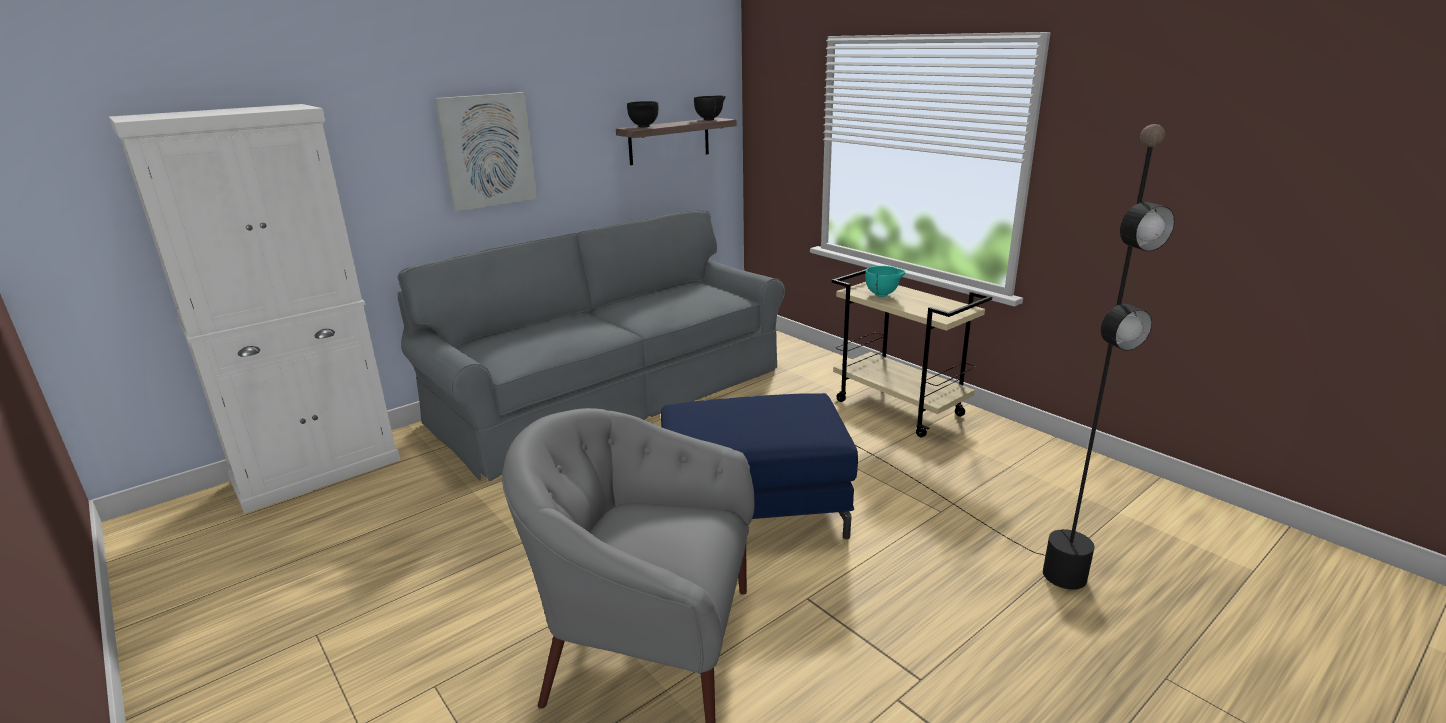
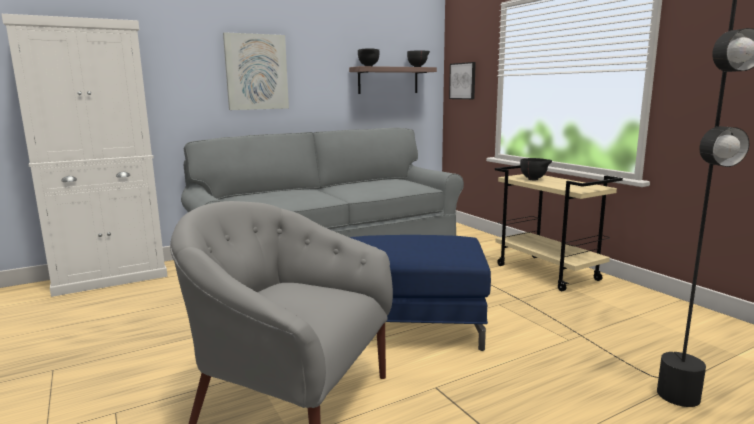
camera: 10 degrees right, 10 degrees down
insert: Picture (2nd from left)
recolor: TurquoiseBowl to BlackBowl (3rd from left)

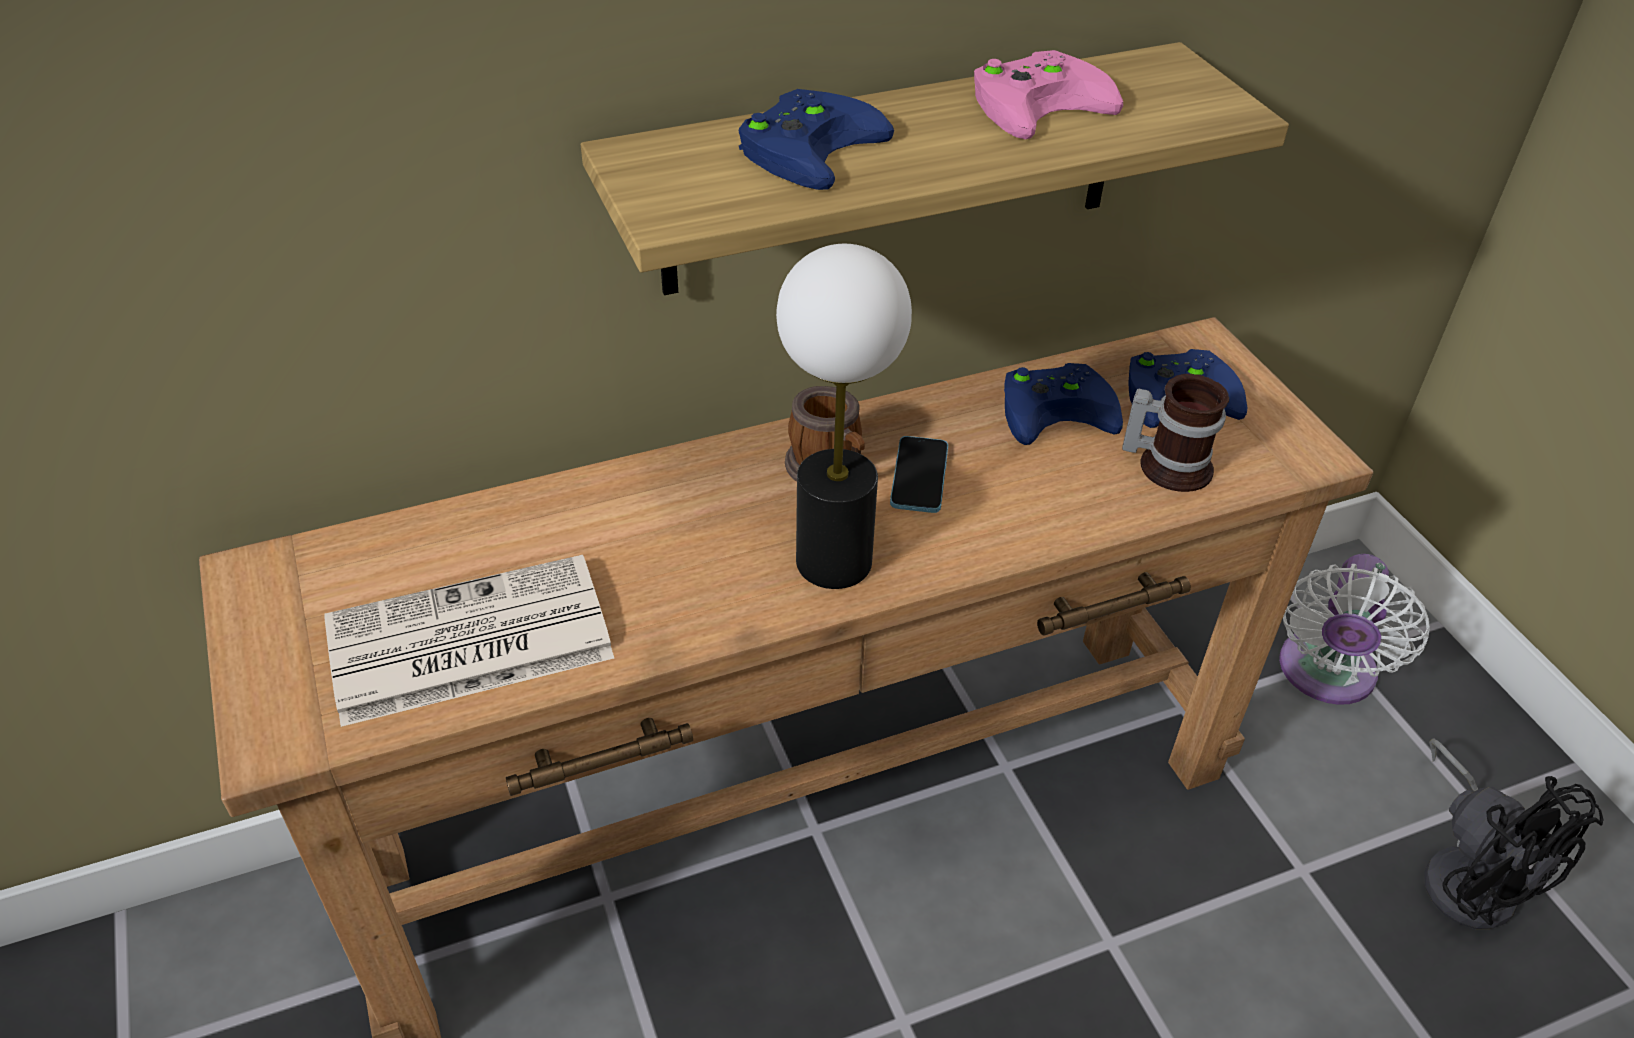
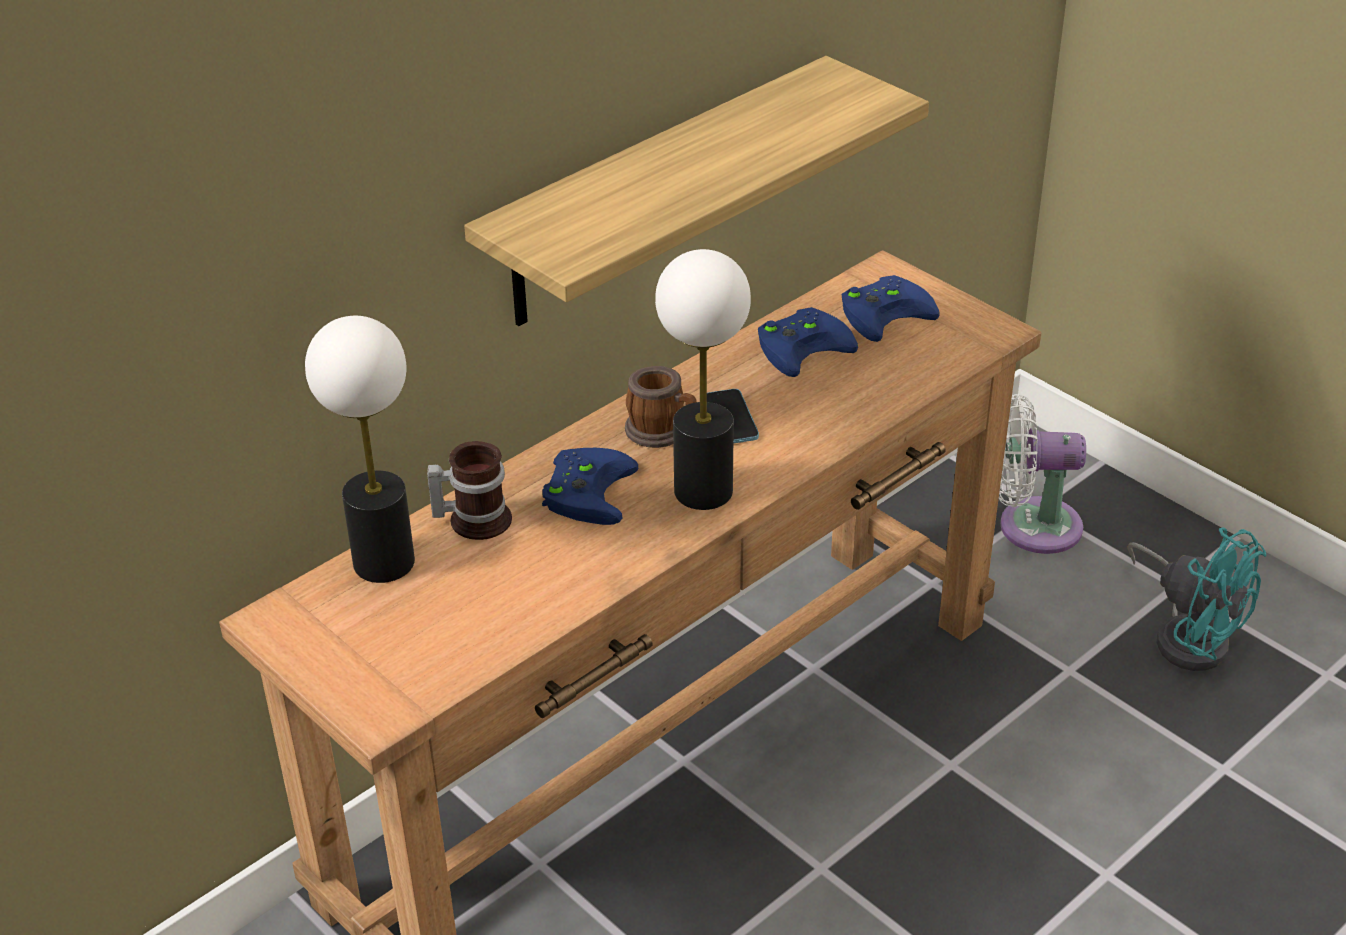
camera: 20 degrees left, 5 degrees down
delete: Newspaper; PinkGameController
insert: TableLamp (1st from left)
move: BlueGameController (1st from left); Mug (2nd from left in the first image) to Mug (1st from left)
recolor: BlackFan to TurquoiseFan
rotate: WhiteFan 90 degrees clockwise

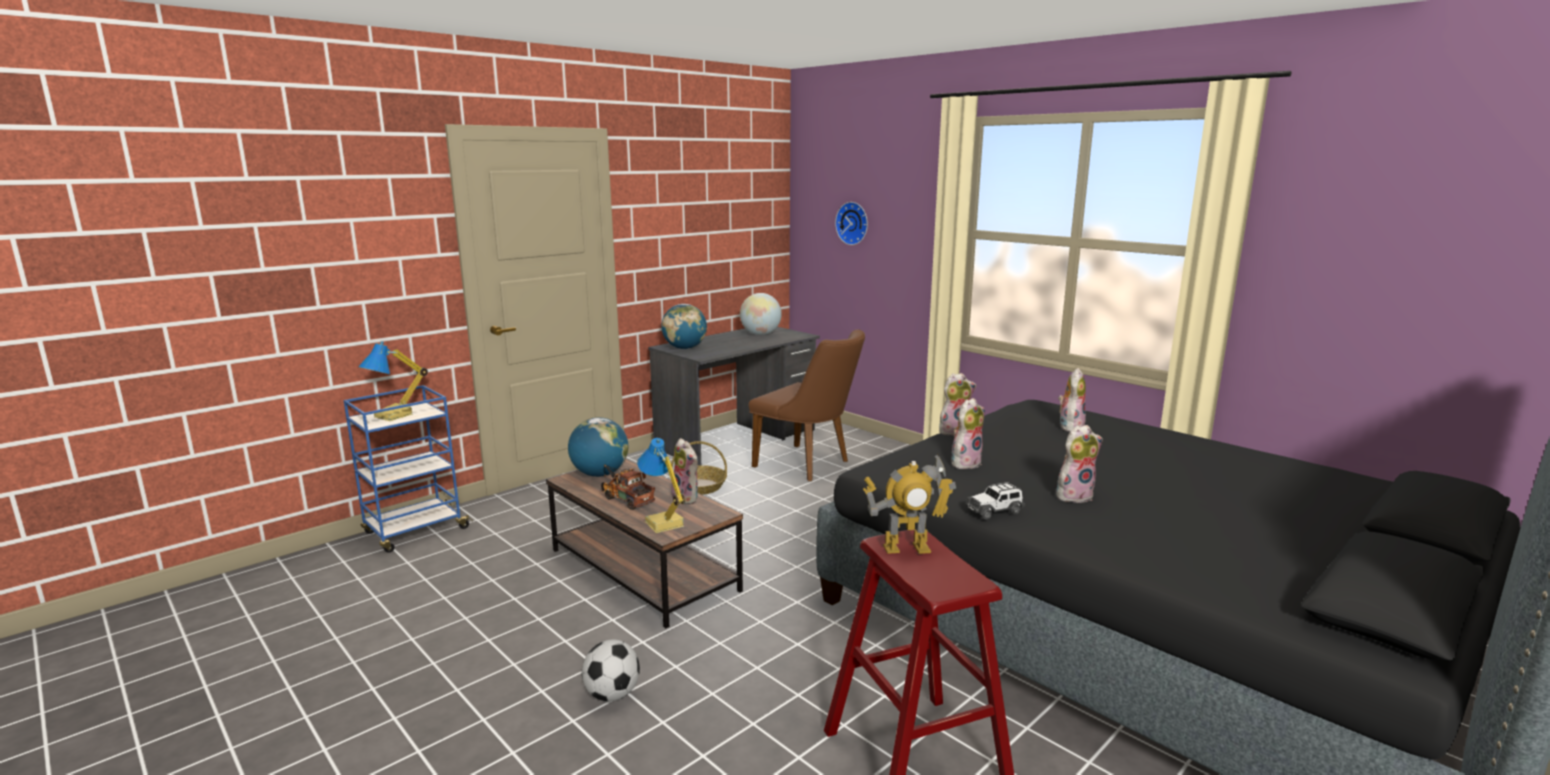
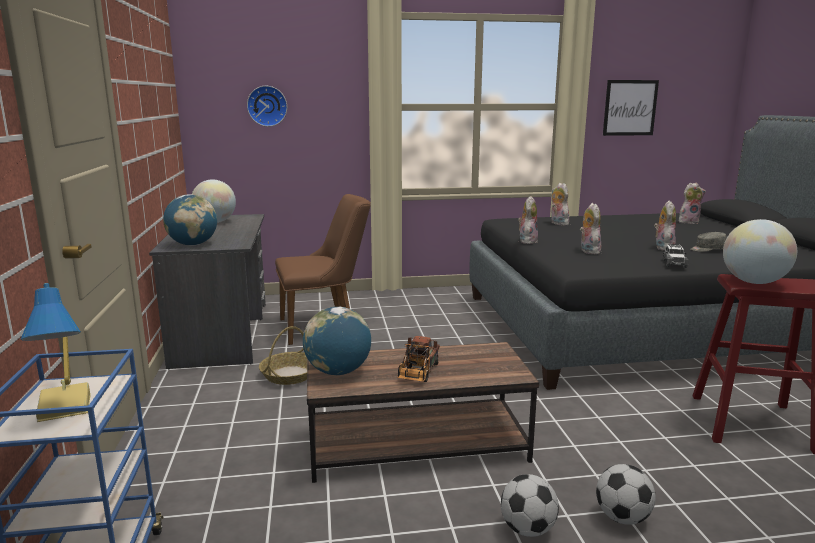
camera: 55 degrees left, 0 degrees up
delete: TableLamp (2nd from left)
insert: Football (1st from left); Picture; GreyCap
move: PlushToy (1st from left in the first image) to PlushToy (5th from left)
replace: ToyRobot to Globe (4th from left)
rotate: ToyTruck 60 degrees counterclockwise

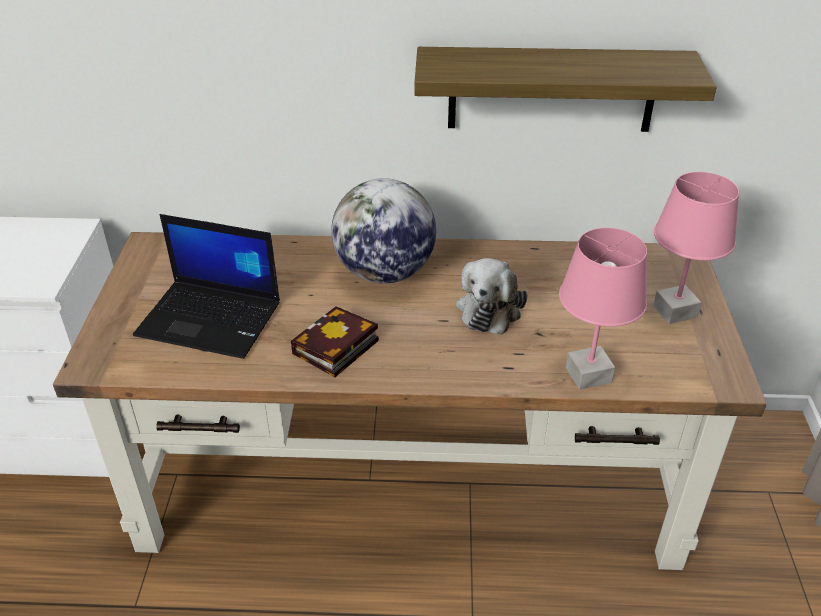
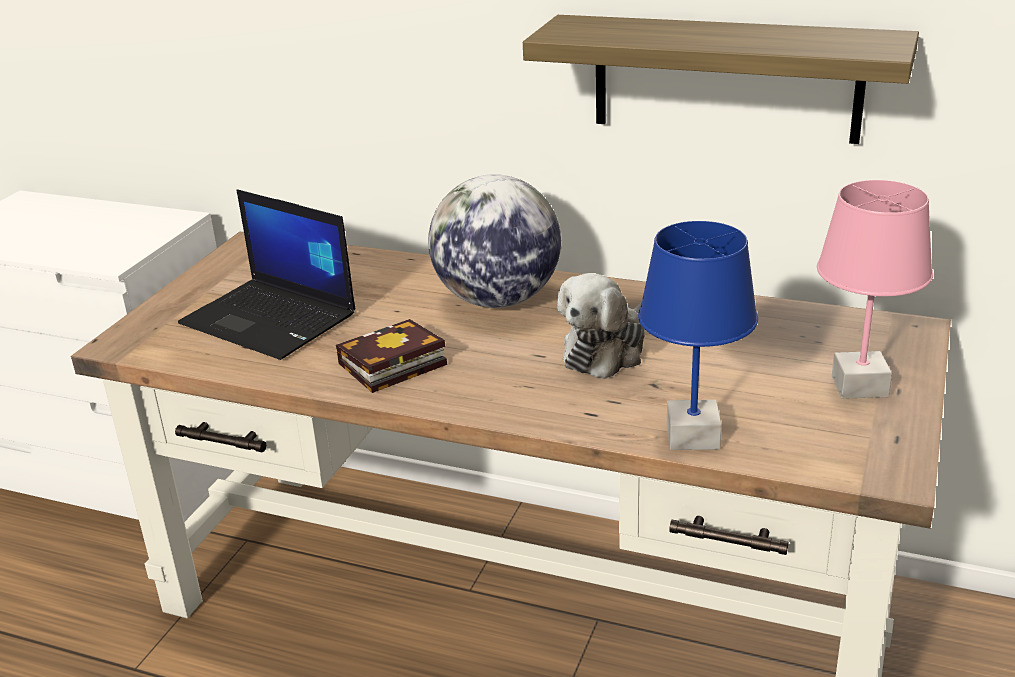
camera: 20 degrees right, 10 degrees down
recolor: PinkTableLamp (1st from left) to BlueTableLamp

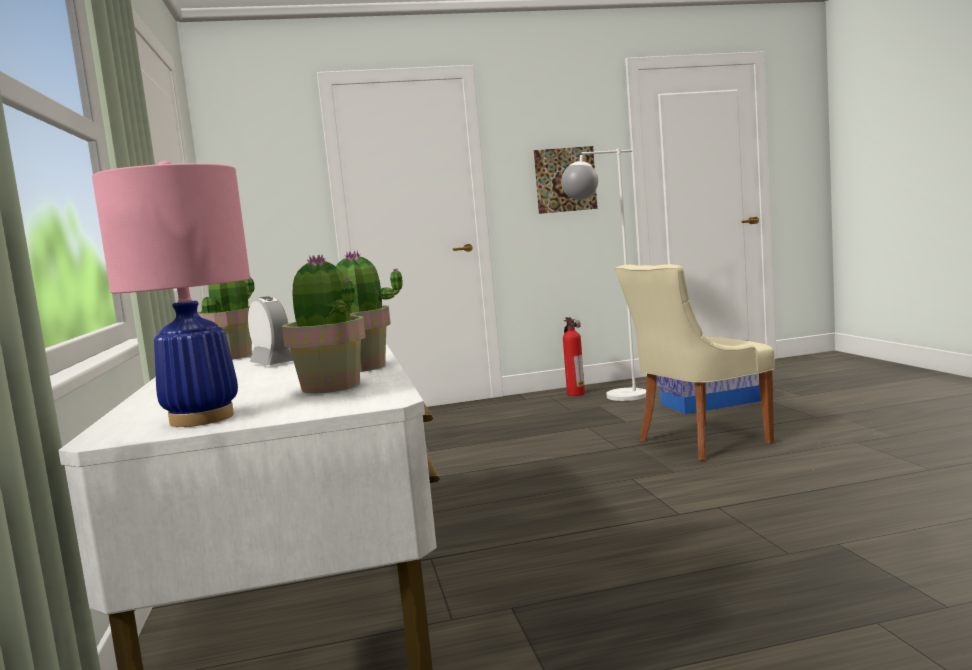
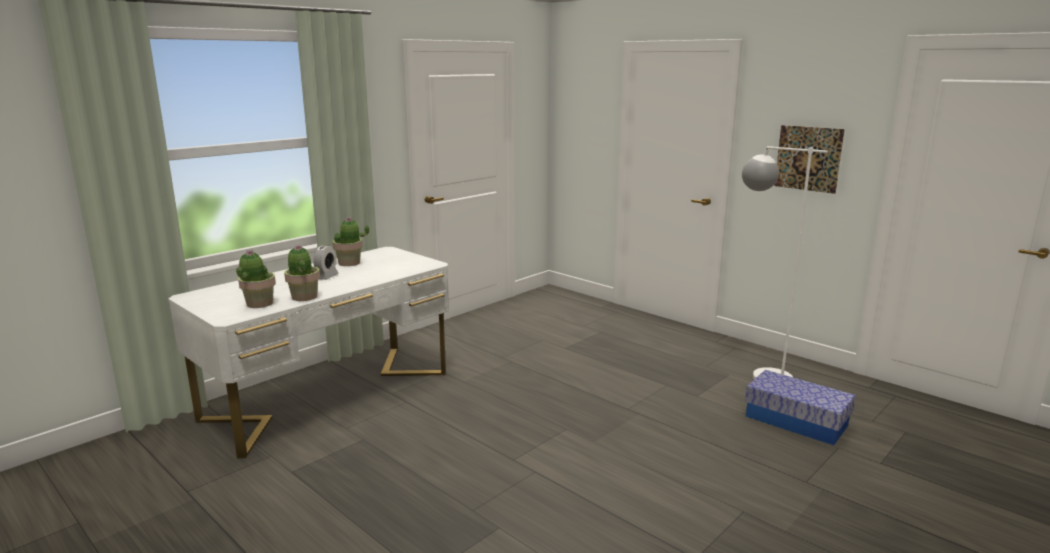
camera: 55 degrees right, 10 degrees up
delete: PinkTableLamp; FireExtinguisher; BeigeChair

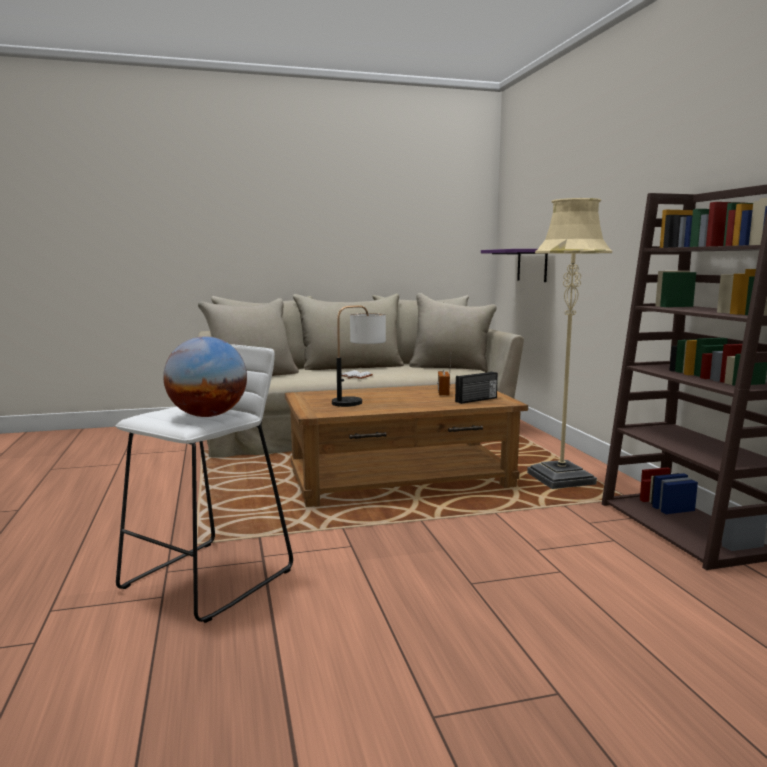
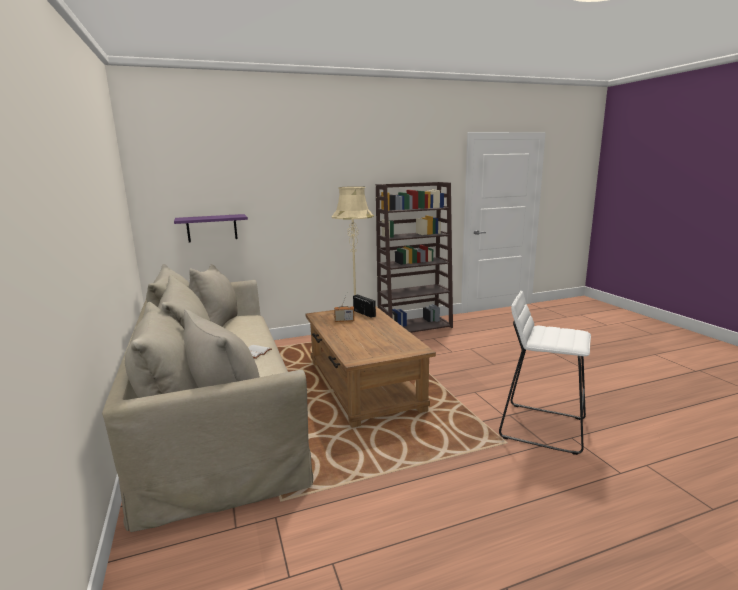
camera: 95 degrees left, 5 degrees up
delete: Globe; TableLamp

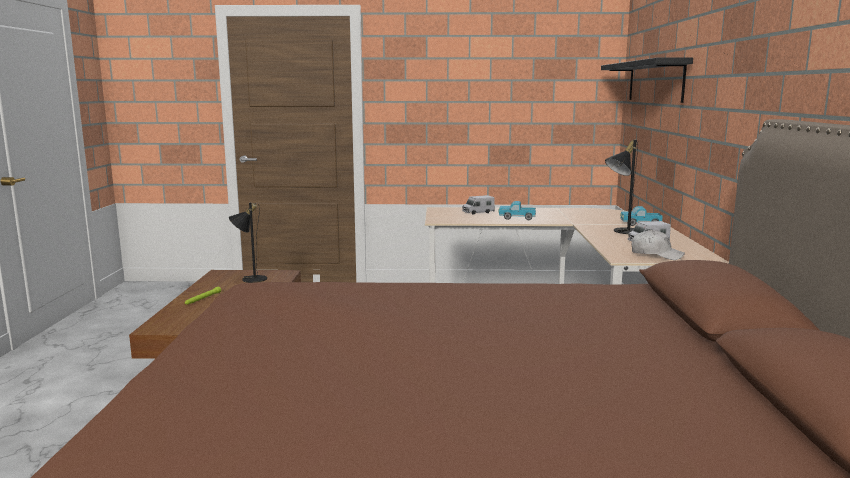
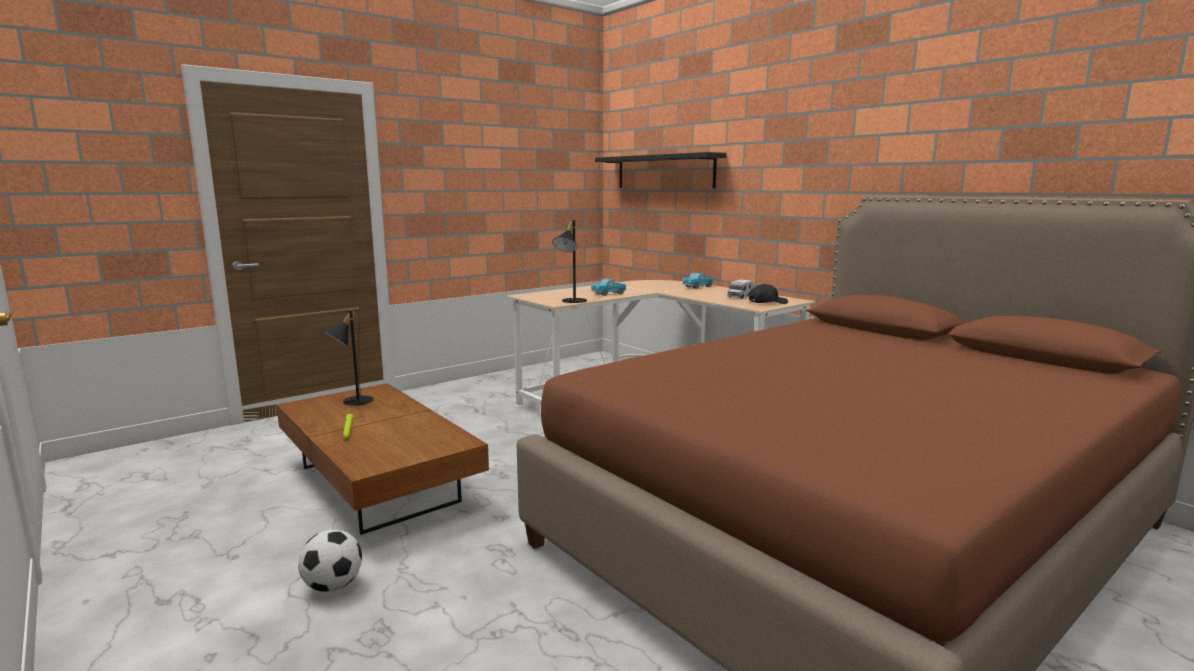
camera: 40 degrees left, 0 degrees up
delete: ToyTruck (1st from left)
insert: Football
move: BlackTableLamp (2nd from left)
recolor: WhiteCap to BlackCap

